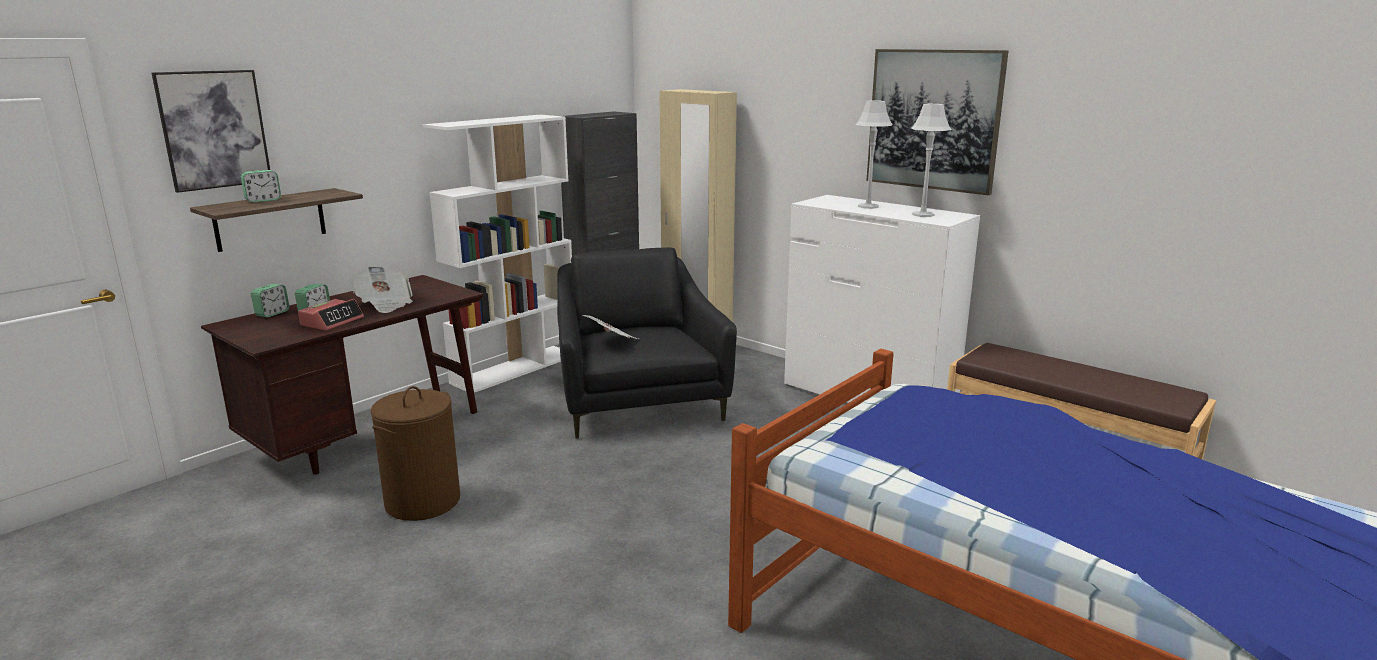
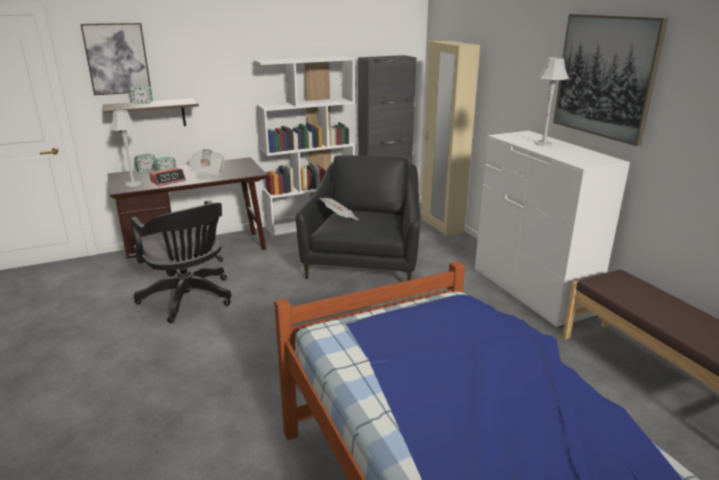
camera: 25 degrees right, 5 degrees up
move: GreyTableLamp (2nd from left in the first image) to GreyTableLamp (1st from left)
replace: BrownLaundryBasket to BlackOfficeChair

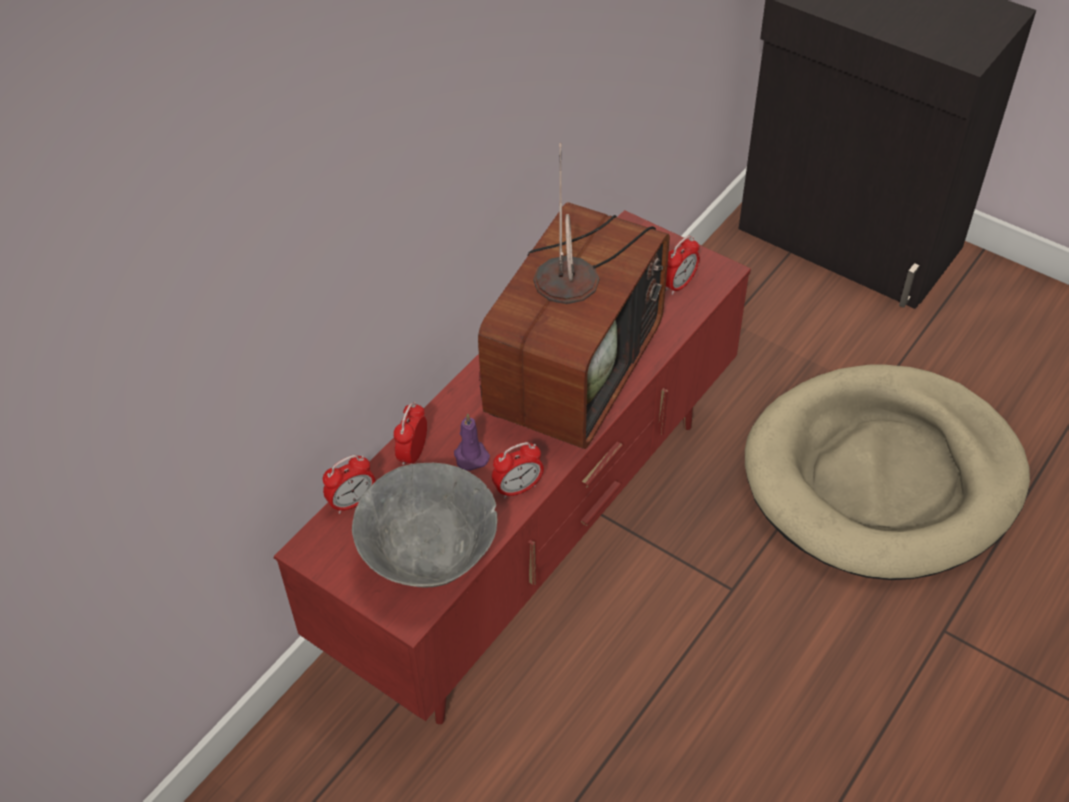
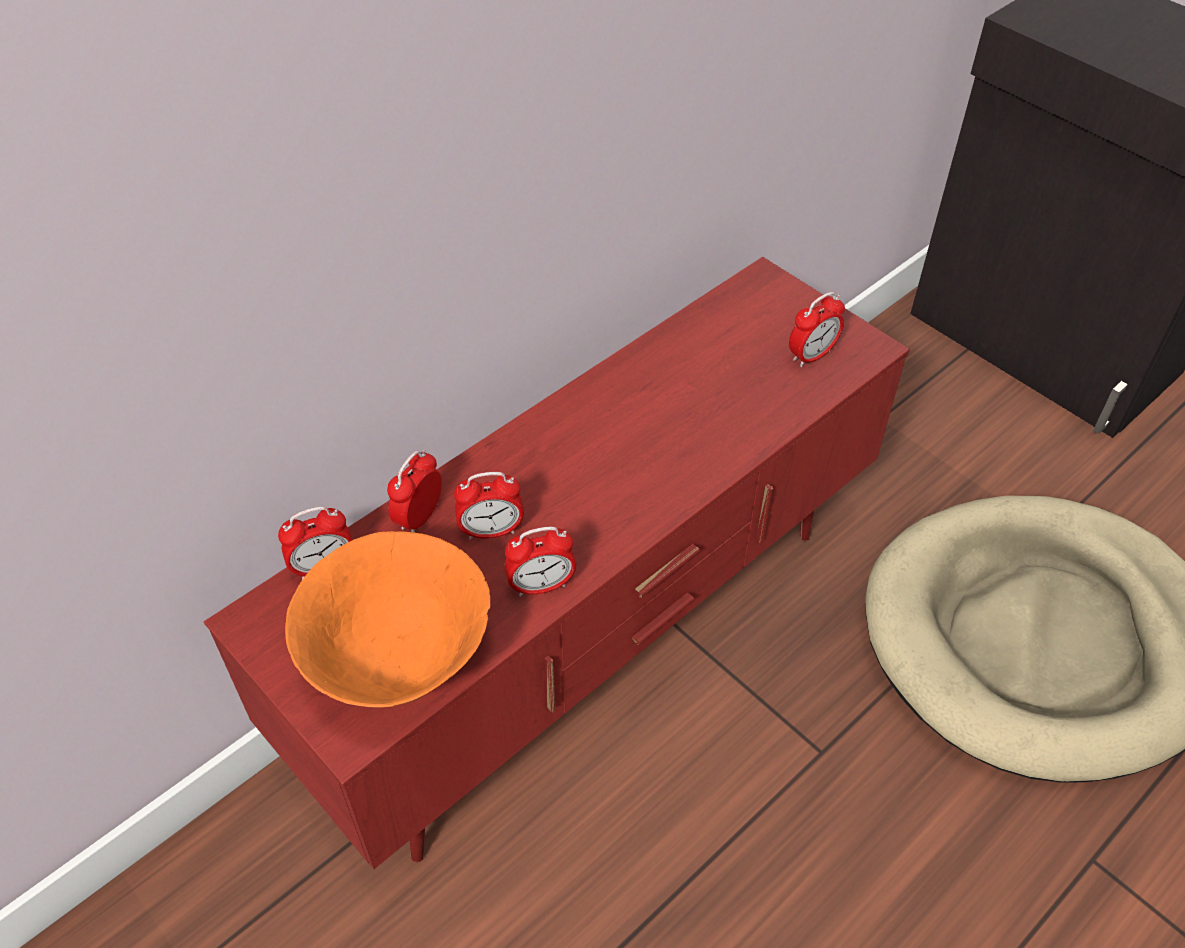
camera: 10 degrees right, 0 degrees up
delete: Television
replace: PurpleCandle to AlarmClock (3rd from left)
recolor: GreyBowl to OrangeBowl

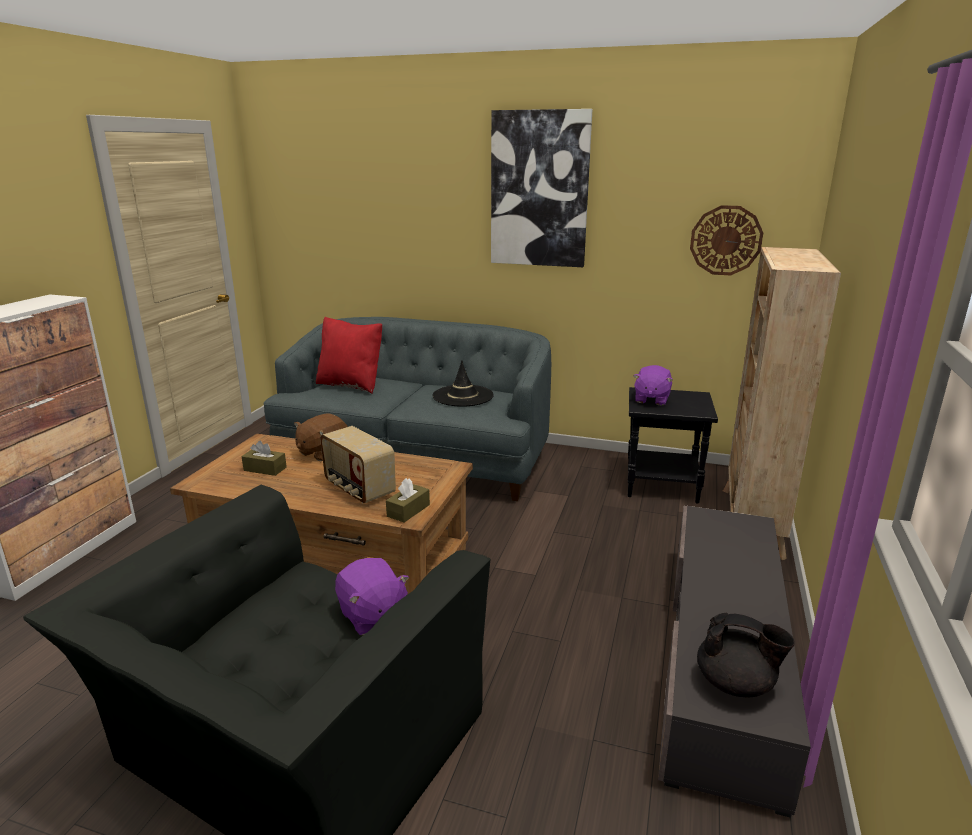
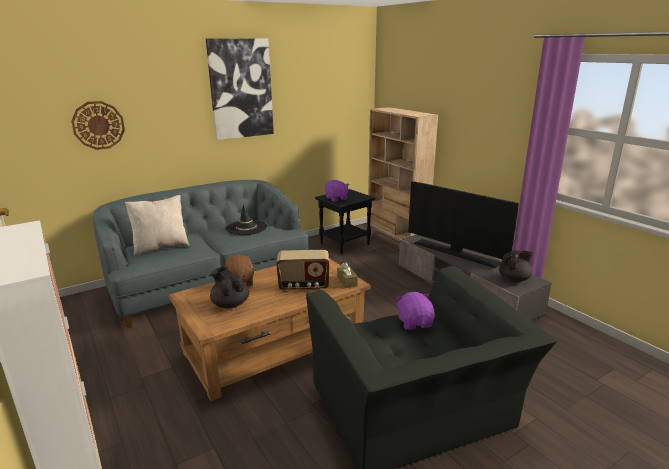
camera: 50 degrees left, 0 degrees up
insert: Television
move: WallClock
replace: BrownTissueBox (1st from left) to BlackTeapot (1st from left)
recolor: RedPillow to BeigePillow
rotate: PurplePlushToy (1st from left in the first image) 105 degrees counterclockwise

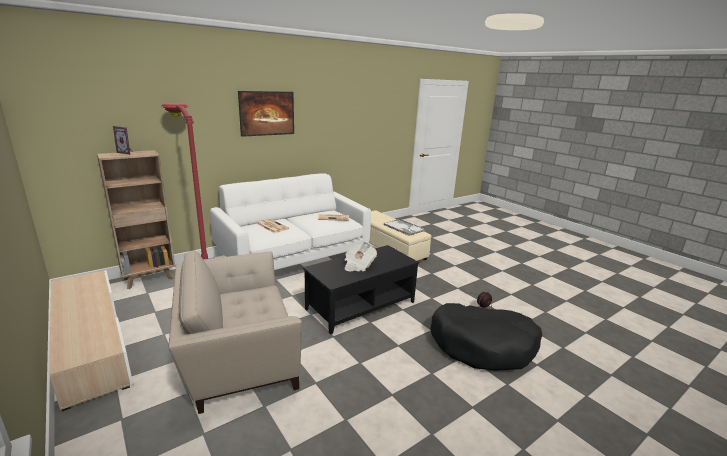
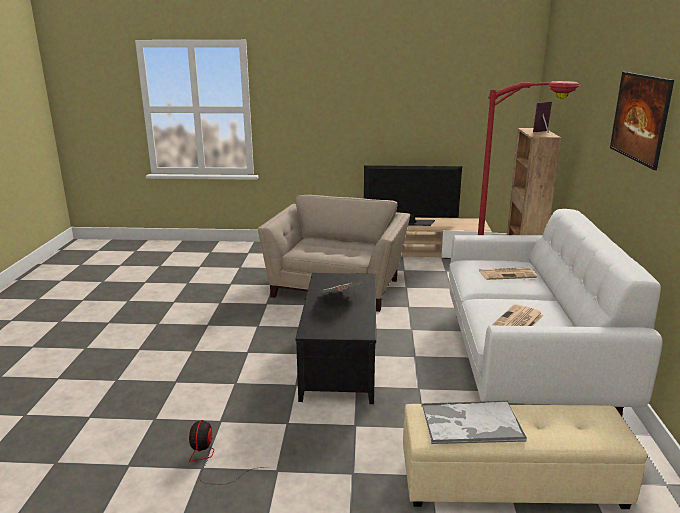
camera: 130 degrees right, 0 degrees up
delete: BlackDogBed
insert: Television

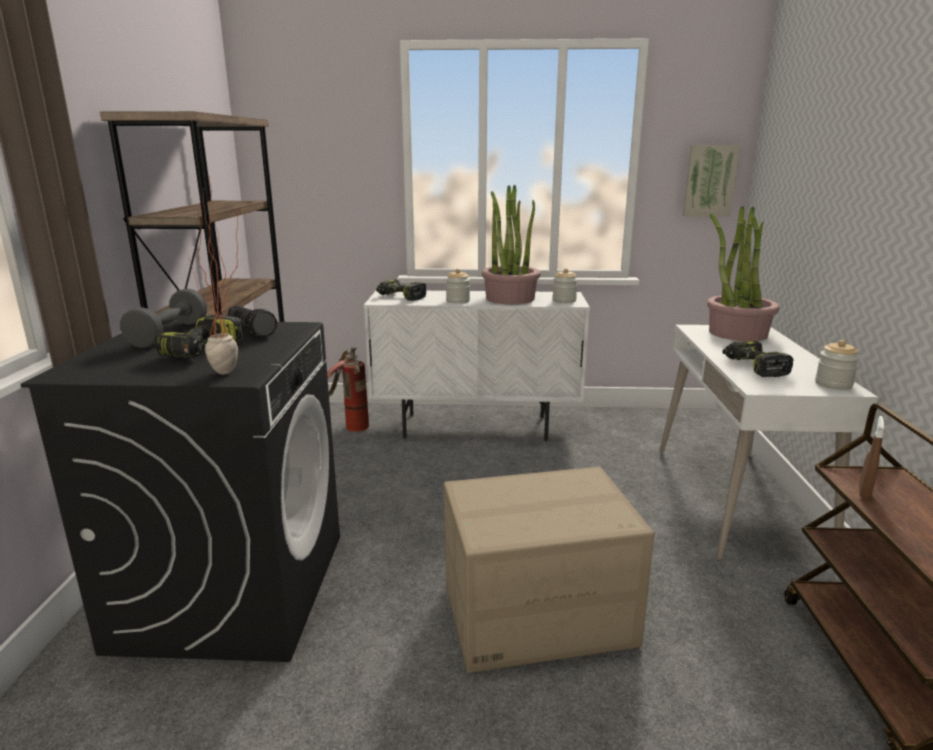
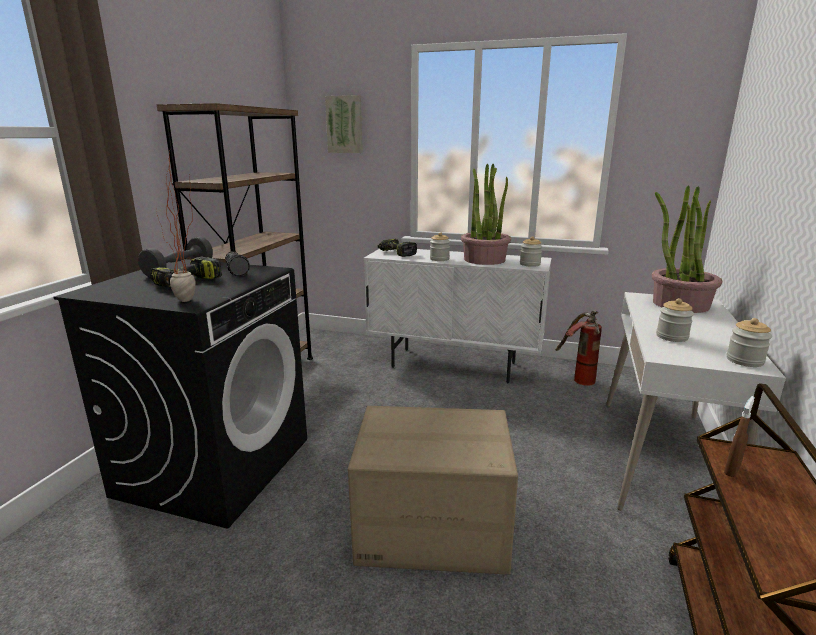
camera: 15 degrees right, 0 degrees up
move: FireExtinguisher; Picture
replace: PowerDrill (3rd from left) to Jar (3rd from left)

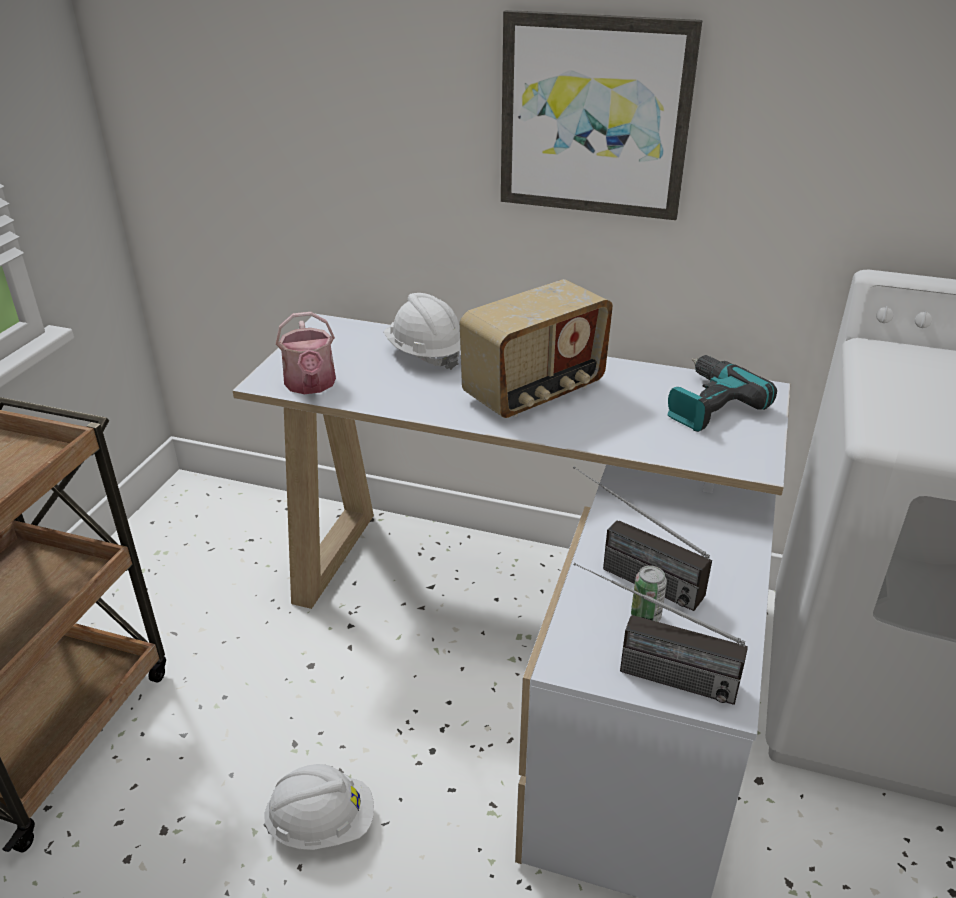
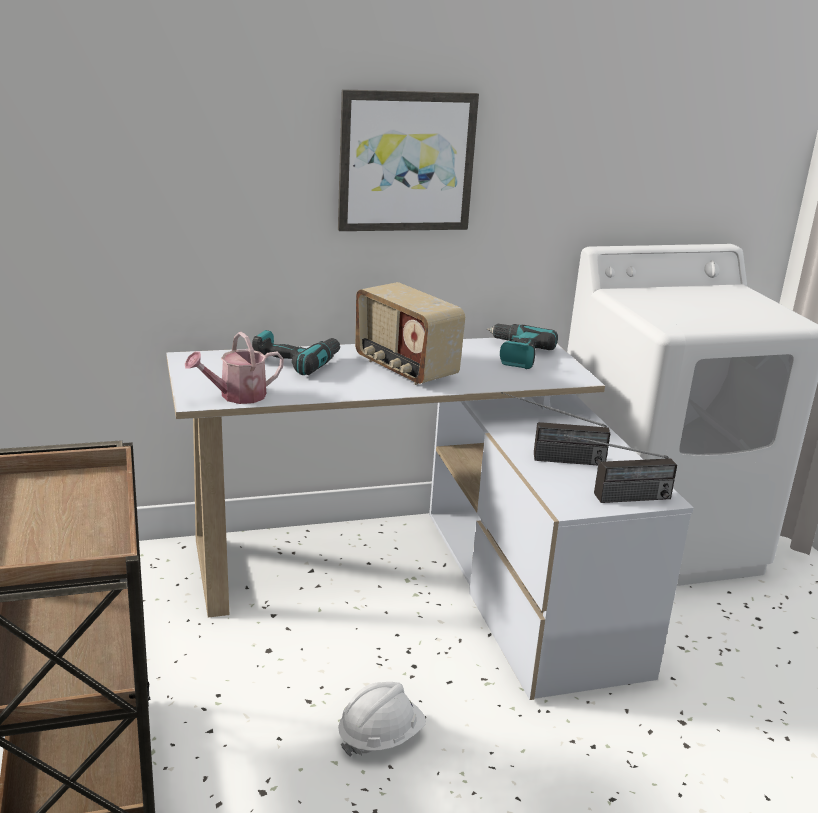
camera: 35 degrees left, 10 degrees down
delete: Can
replace: WhiteHardHat (2nd from left) to PowerDrill (1st from left)
rotate: WateringCan 105 degrees clockwise; Radio (1st from left) 120 degrees clockwise

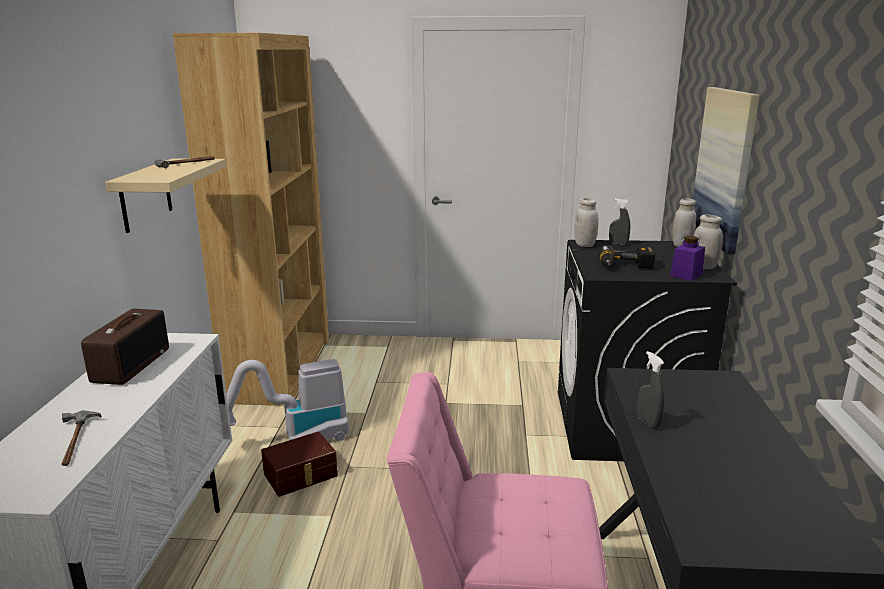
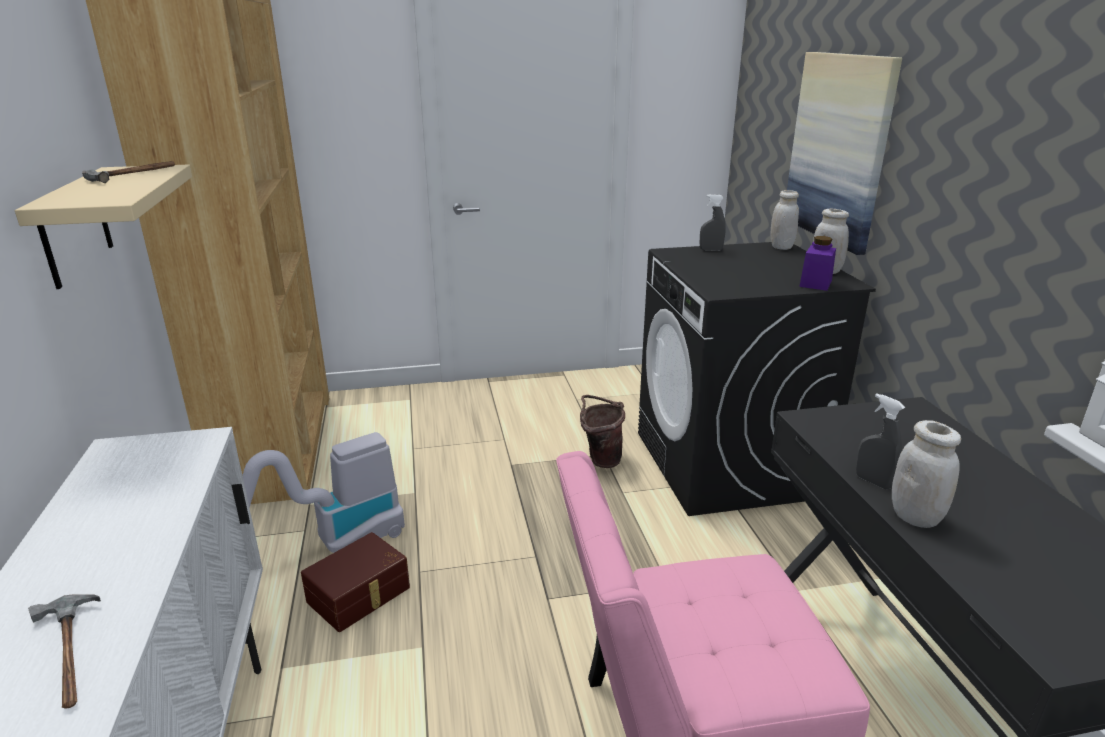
camera: 15 degrees left, 5 degrees up
delete: Radio; PowerDrill
insert: BrownBucket
move: WhiteJar (1st from left in the first image) to WhiteJar (3rd from left)

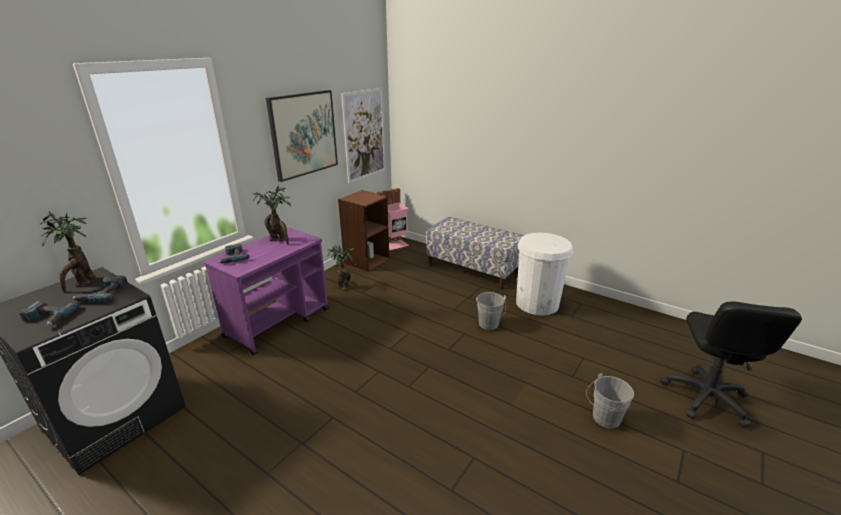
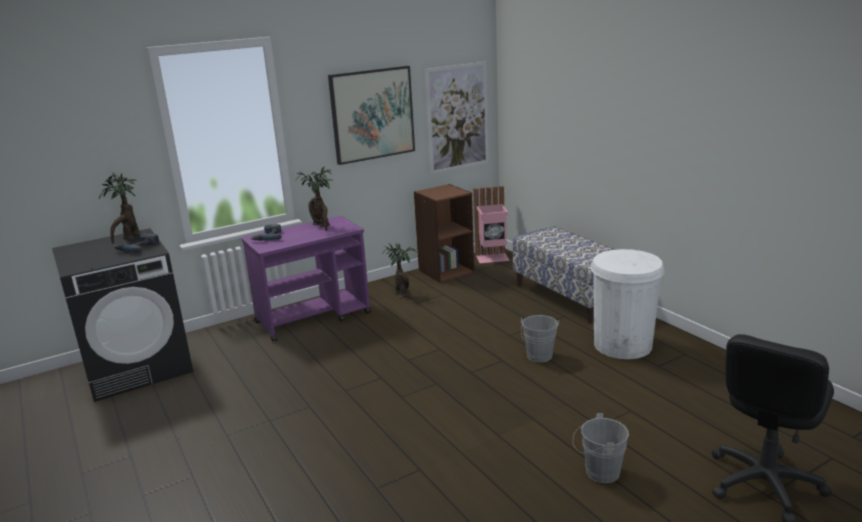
camera: 25 degrees right, 5 degrees down
delete: PowerDrill (1st from left)

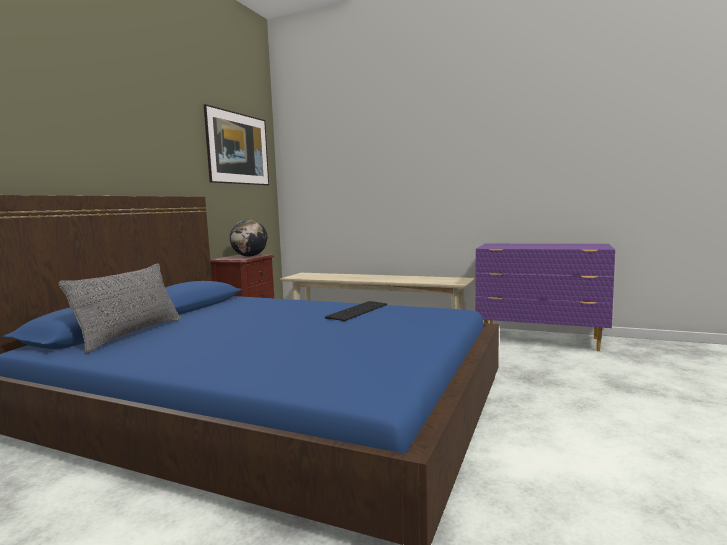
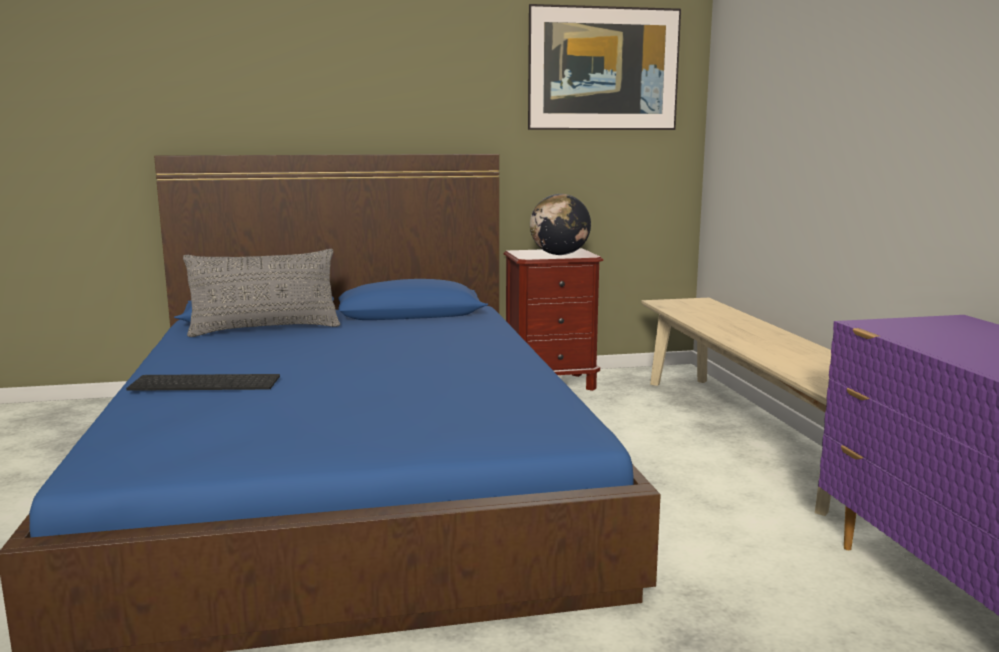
camera: 55 degrees right, 5 degrees up
move: Keyboard

